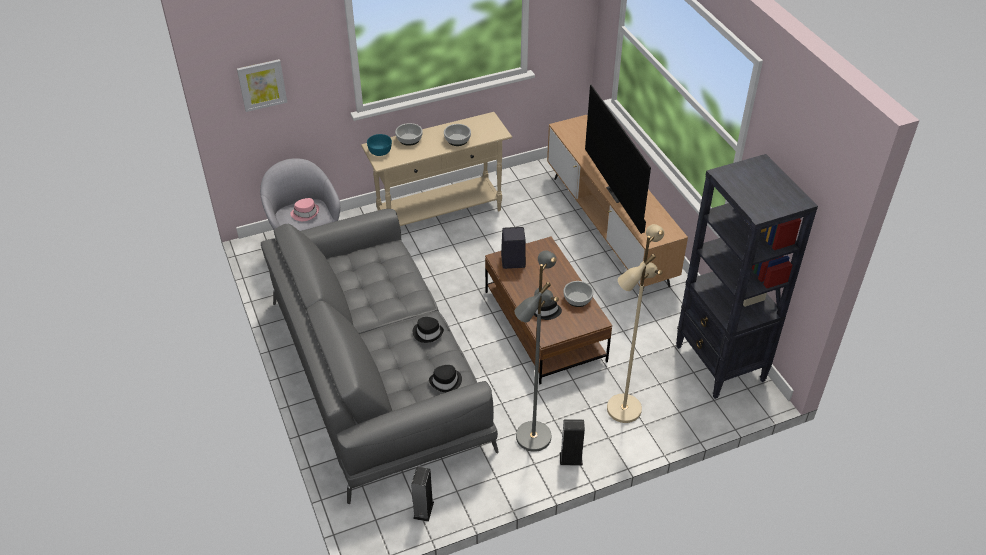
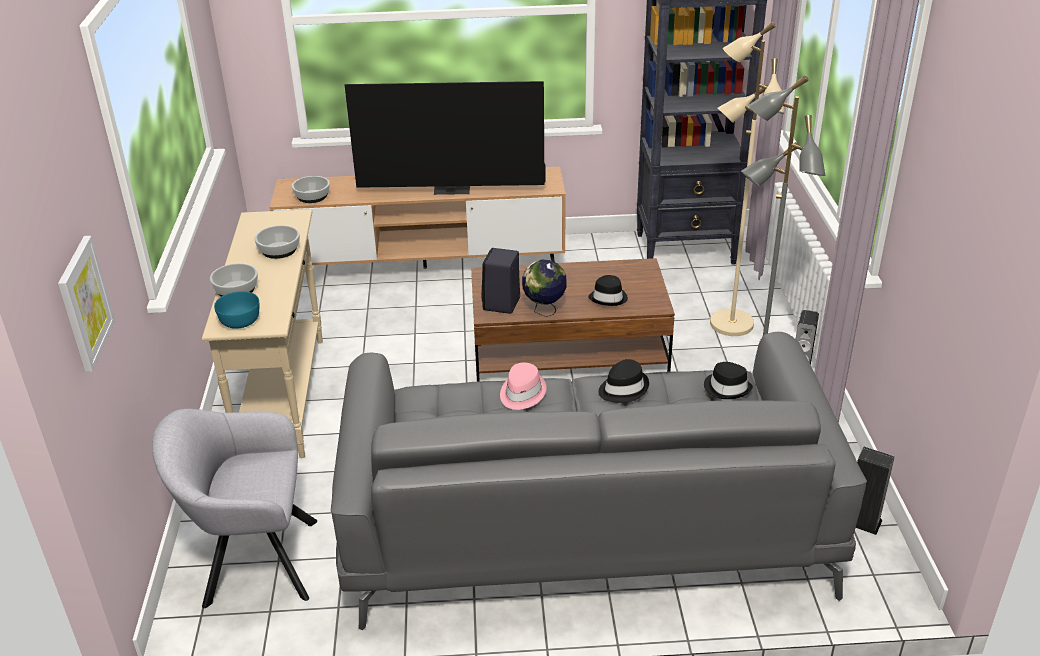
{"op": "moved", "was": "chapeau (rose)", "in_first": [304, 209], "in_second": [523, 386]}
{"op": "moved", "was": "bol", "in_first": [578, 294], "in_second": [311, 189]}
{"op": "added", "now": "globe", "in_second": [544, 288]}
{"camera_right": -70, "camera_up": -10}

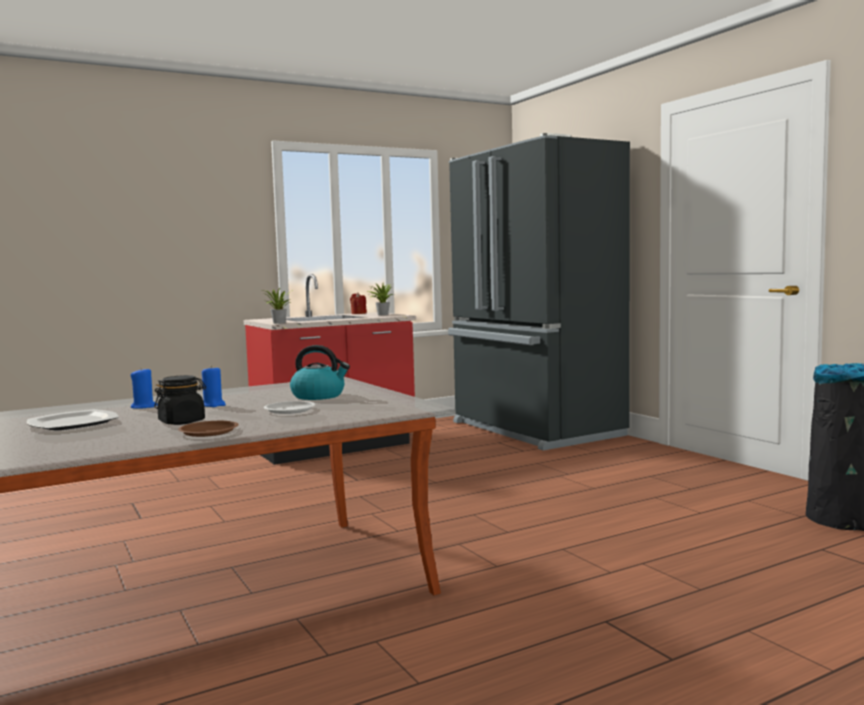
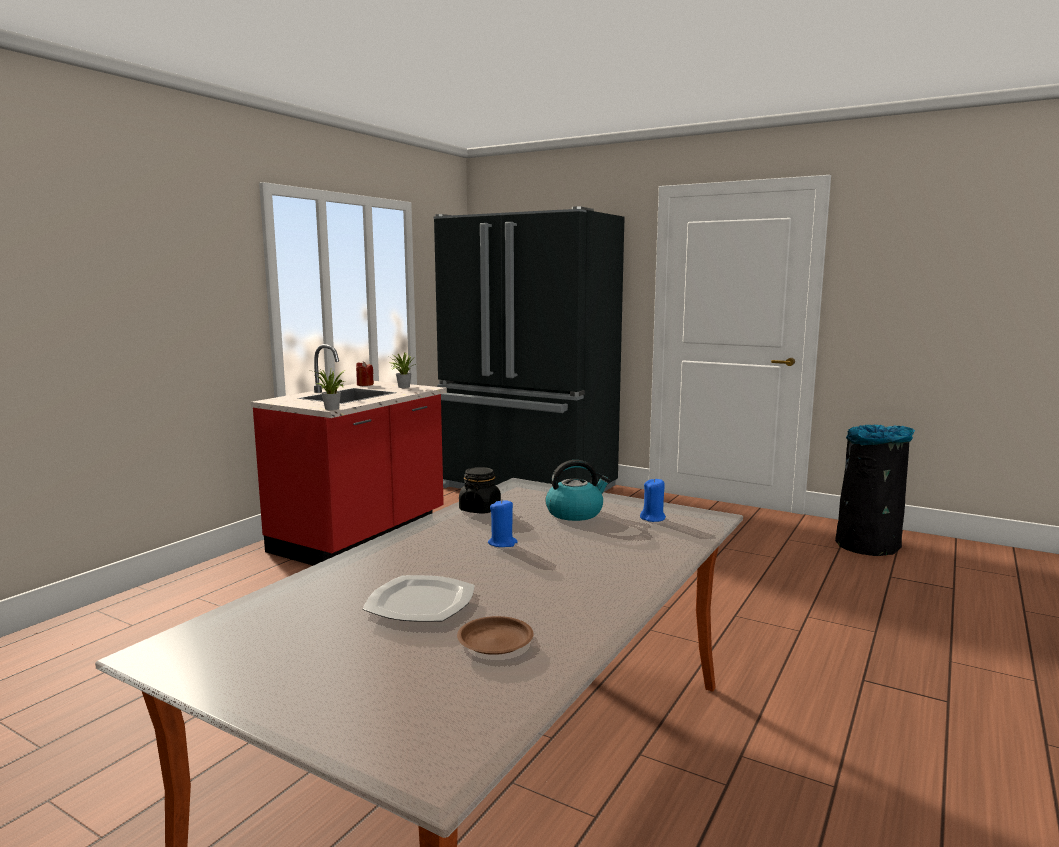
{"op": "moved", "was": "bougie (bleu)", "in_first": [144, 388], "in_second": [653, 500]}
{"op": "moved", "was": "bocal (noir)", "in_first": [180, 400], "in_second": [480, 490]}
{"op": "moved", "was": "assiette (marron)", "in_first": [208, 429], "in_second": [495, 635]}
{"op": "removed", "was": "assiette (blanc)", "in_first": [290, 407]}
{"camera_right": -30, "camera_up": 5}

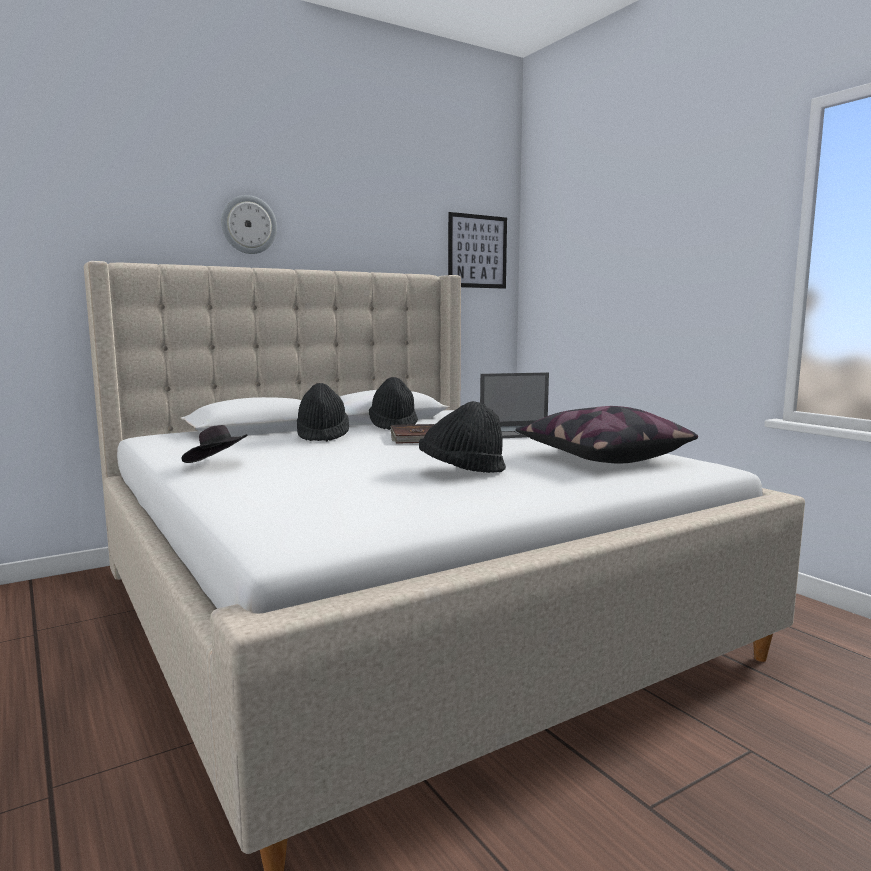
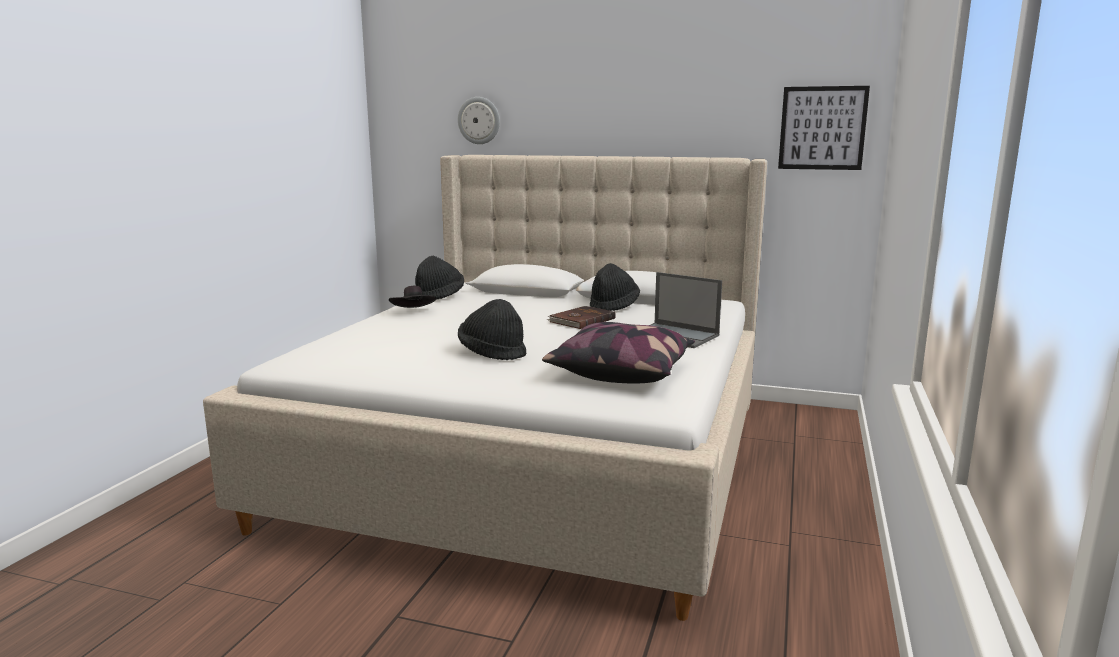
{"op": "moved", "was": "horloge murale", "in_first": [249, 224], "in_second": [479, 120]}
{"op": "moved", "was": "chapeau (noir)", "in_first": [323, 412], "in_second": [439, 277]}
{"camera_right": 50, "camera_up": 5}

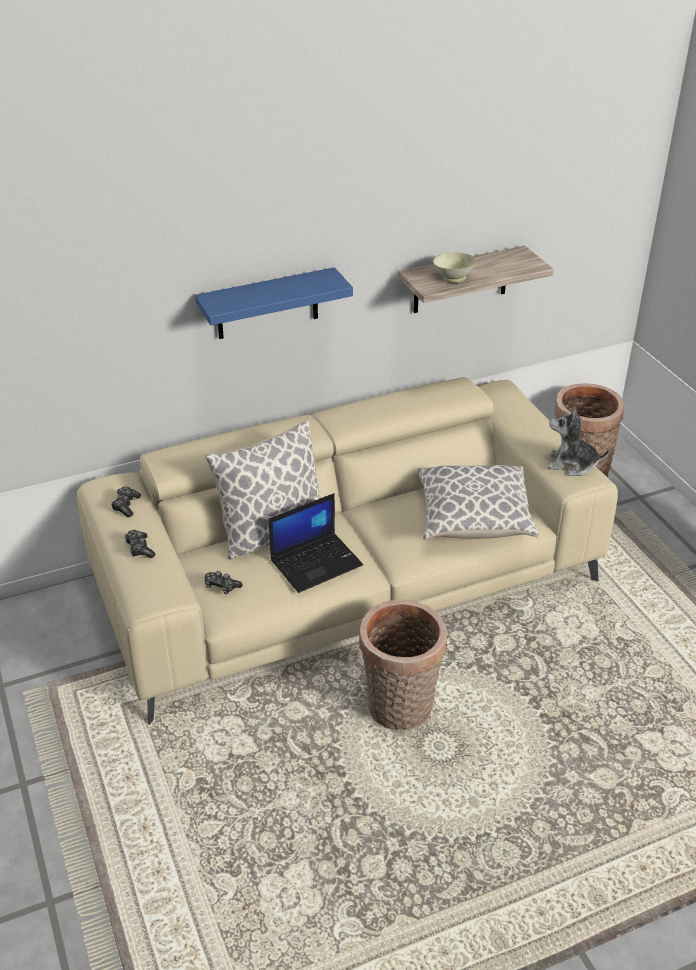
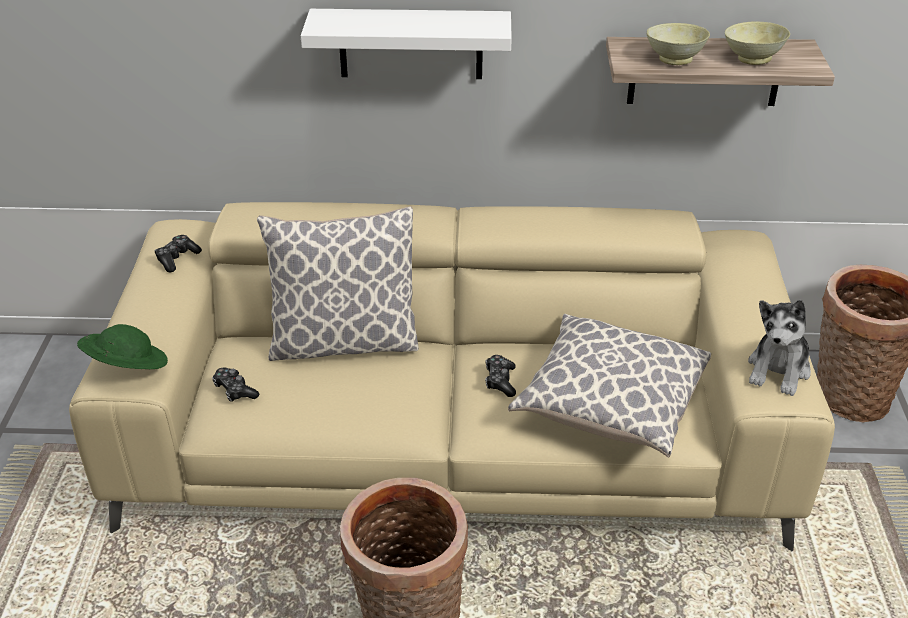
{"op": "moved", "was": "manette", "in_first": [139, 544], "in_second": [500, 376]}
{"op": "recoloured", "was": "étagère (bleu)", "now": "étagère (blanc)", "in_first": [274, 303], "in_second": [406, 44]}
{"op": "removed", "was": "ordinateur portable", "in_first": [316, 543]}
{"op": "turned", "was": "peluche", "in_first": [579, 441], "in_second": [779, 348], "clockwise": -105}
{"op": "added", "now": "chapeau (vert)", "in_second": [122, 346]}
{"op": "added", "now": "bol (beige)", "in_second": [757, 43]}
{"camera_right": 25, "camera_up": 0}

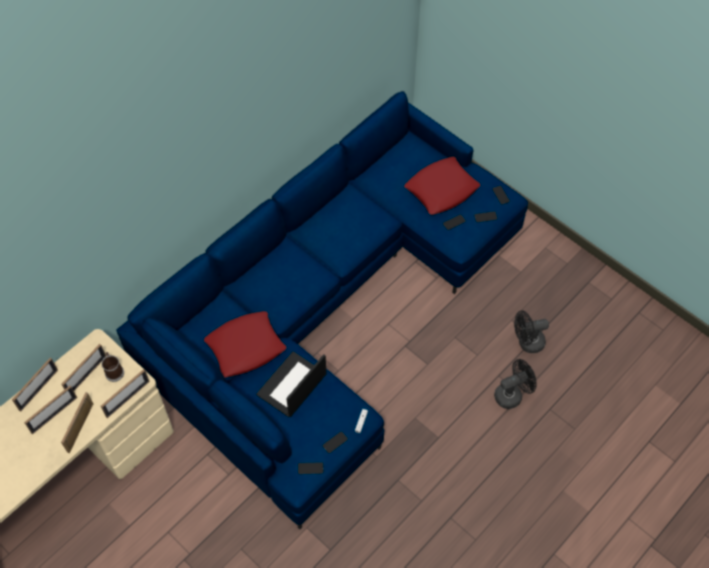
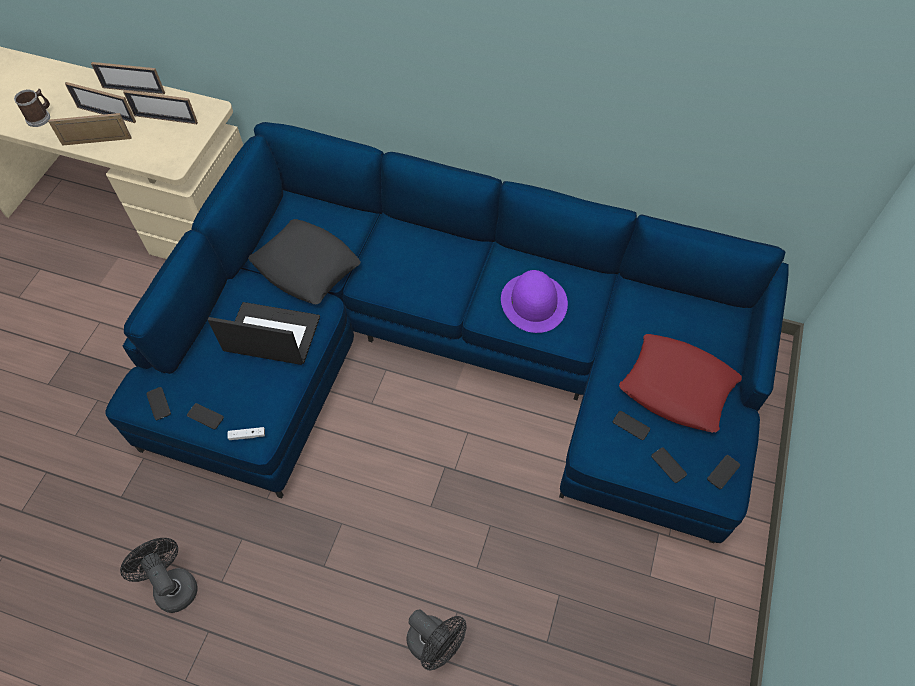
{"op": "removed", "was": "cadre photo", "in_first": [125, 393]}
{"op": "moved", "was": "mug", "in_first": [113, 367], "in_second": [32, 108]}
{"op": "recoloured", "was": "coussin (rouge)", "now": "coussin (noir)", "in_first": [245, 344], "in_second": [304, 261]}
{"op": "moved", "was": "ventilateur (noir)", "in_first": [531, 332], "in_second": [159, 575]}
{"op": "added", "now": "chapeau (violet)", "in_second": [534, 301]}
{"camera_right": 65, "camera_up": 0}

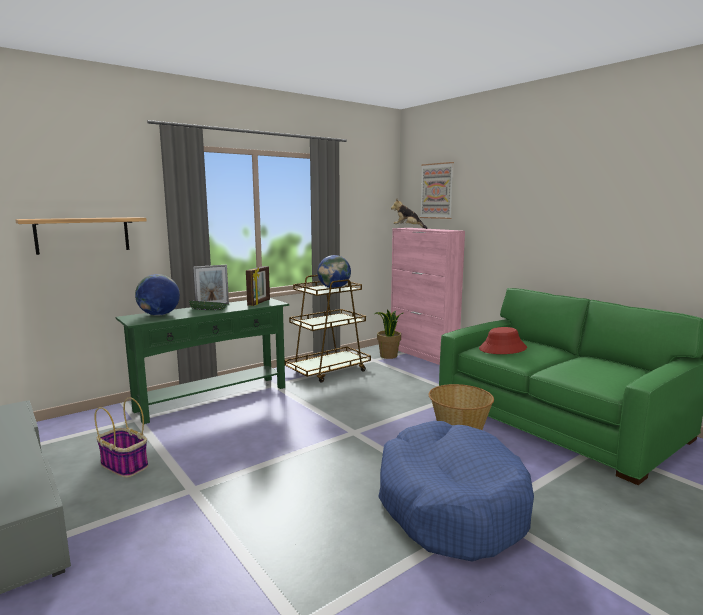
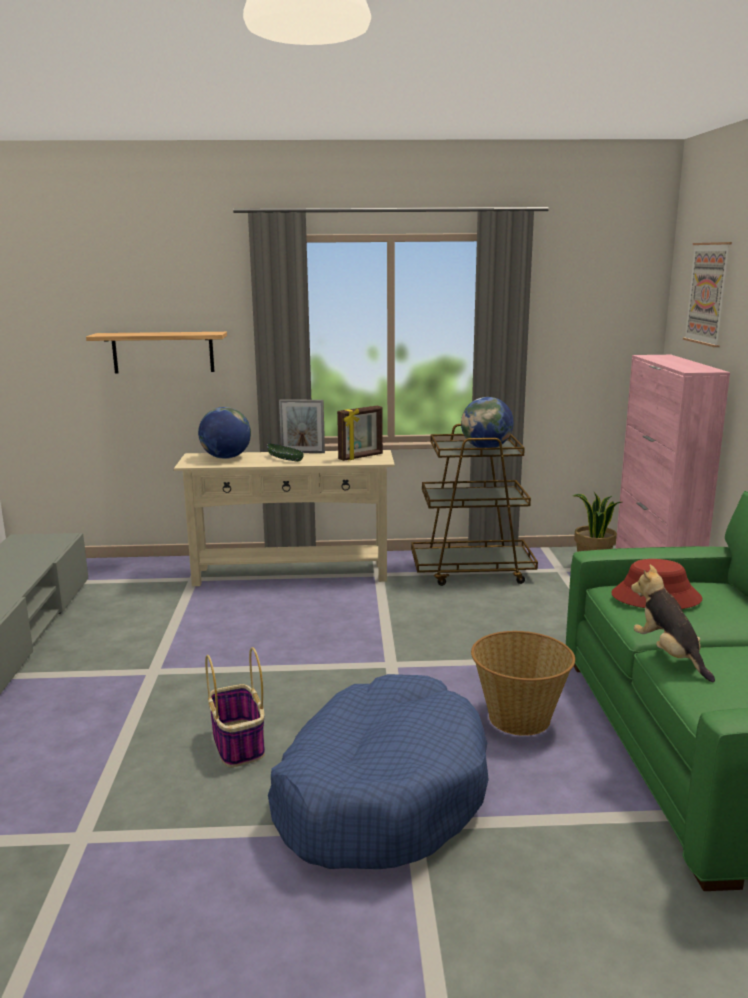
{"op": "moved", "was": "panier", "in_first": [121, 437], "in_second": [235, 707]}
{"op": "recoloured", "was": "table console (vert)", "now": "table console (beige)", "in_first": [202, 361], "in_second": [284, 518]}
{"op": "moved", "was": "peluche", "in_first": [409, 214], "in_second": [673, 623]}
{"camera_right": 35, "camera_up": 5}

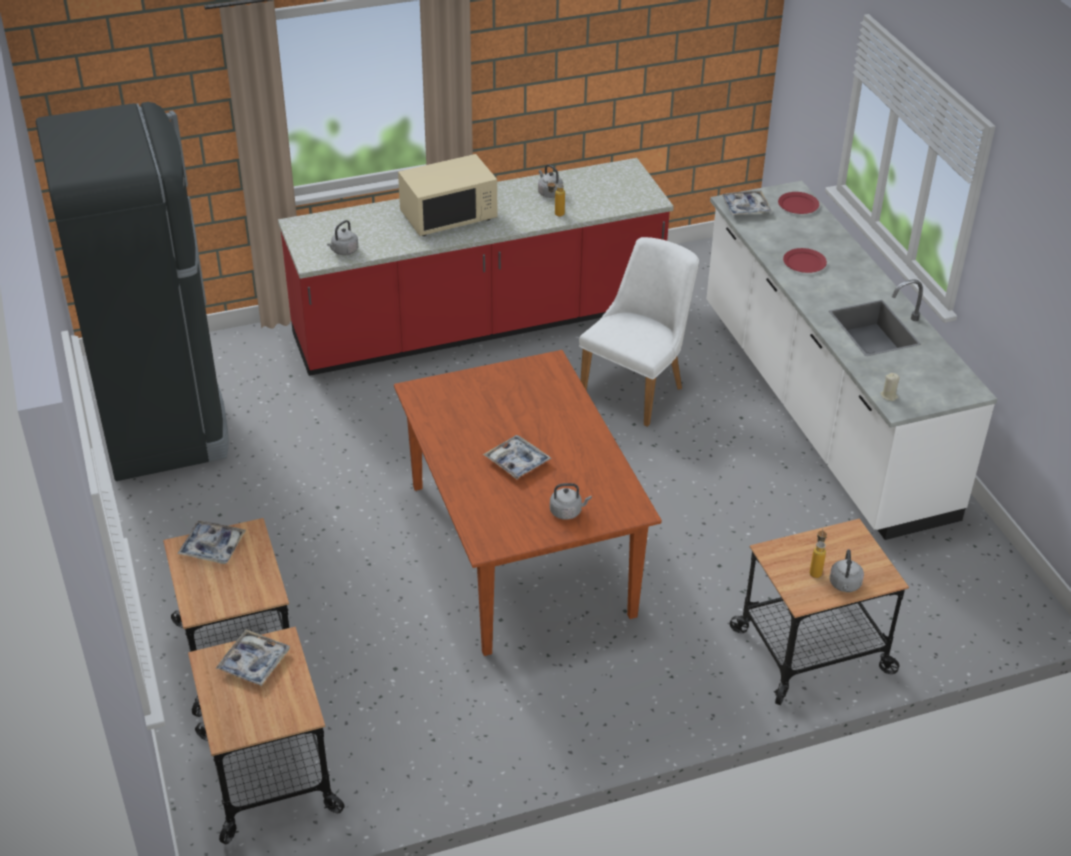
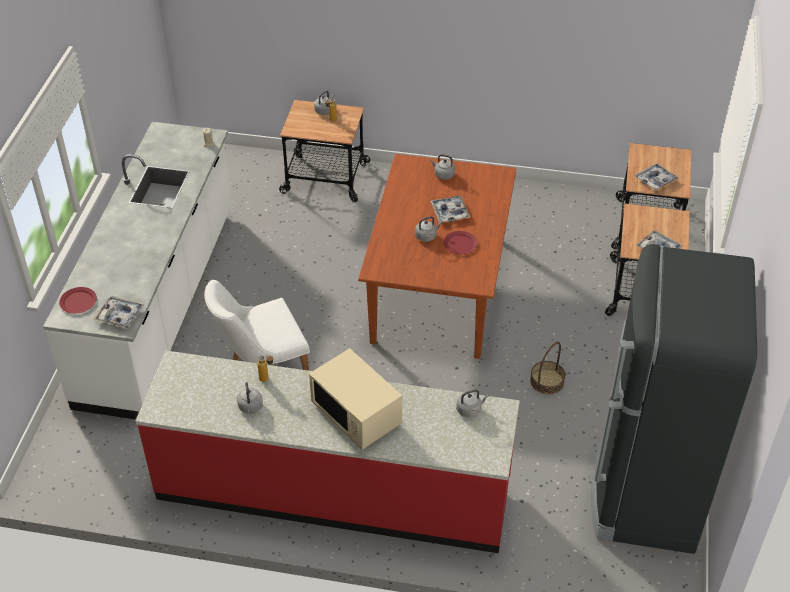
{"op": "turned", "was": "micro-ondes (beige)", "in_first": [447, 195], "in_second": [355, 399], "clockwise": -135}
{"op": "moved", "was": "assiette (rouge)", "in_first": [805, 260], "in_second": [460, 243]}
{"op": "added", "now": "bouilloire (gris)", "in_second": [428, 229]}
{"op": "added", "now": "panier", "in_second": [547, 368]}
{"camera_right": -150, "camera_up": 5}

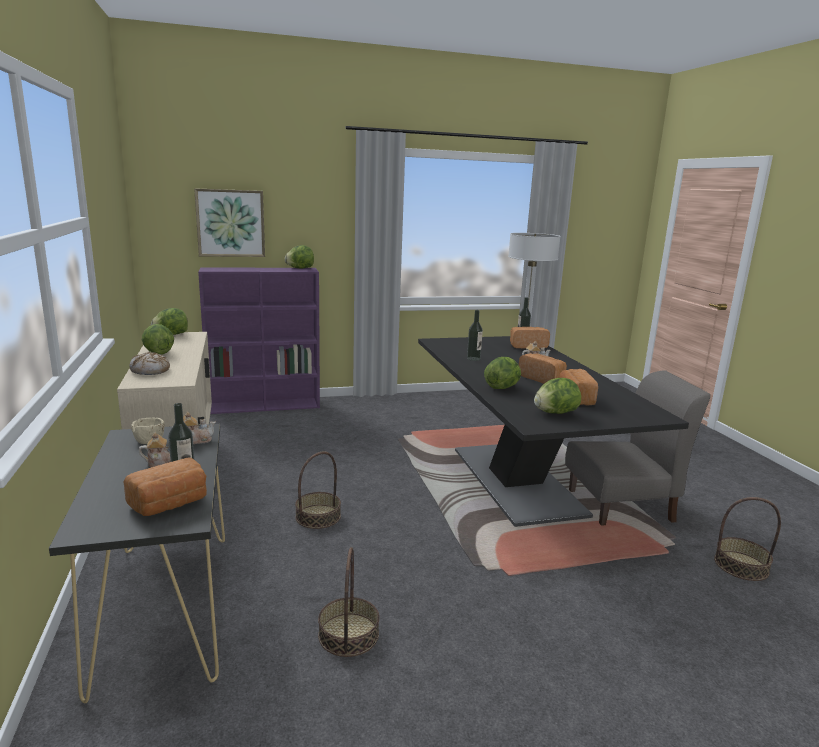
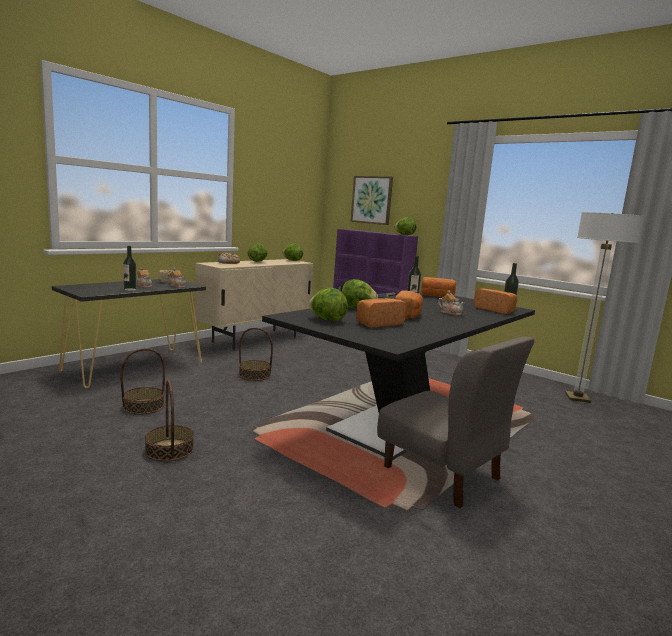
{"op": "moved", "was": "pain", "in_first": [165, 487], "in_second": [438, 287]}
{"op": "moved", "was": "panier", "in_first": [747, 539], "in_second": [169, 421]}
{"camera_right": 55, "camera_up": -5}

